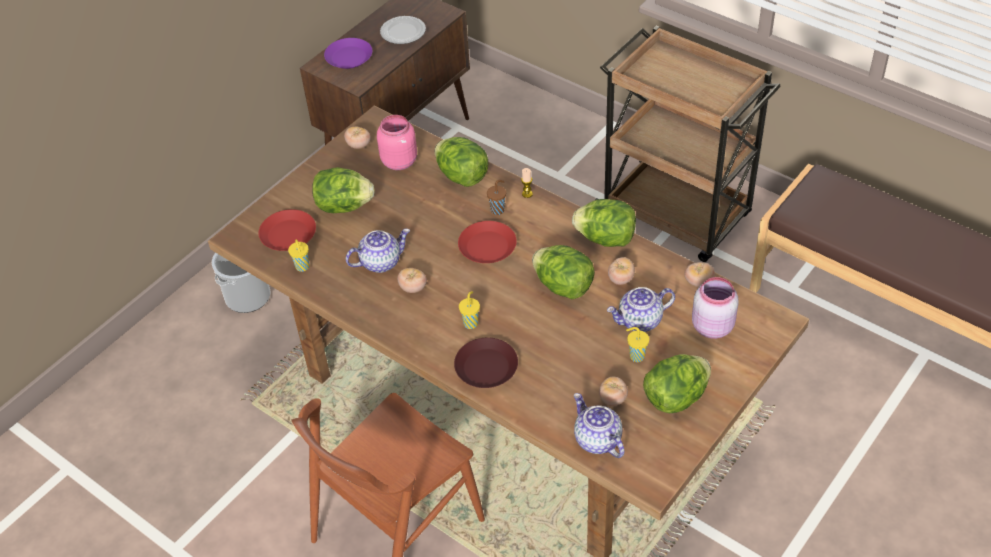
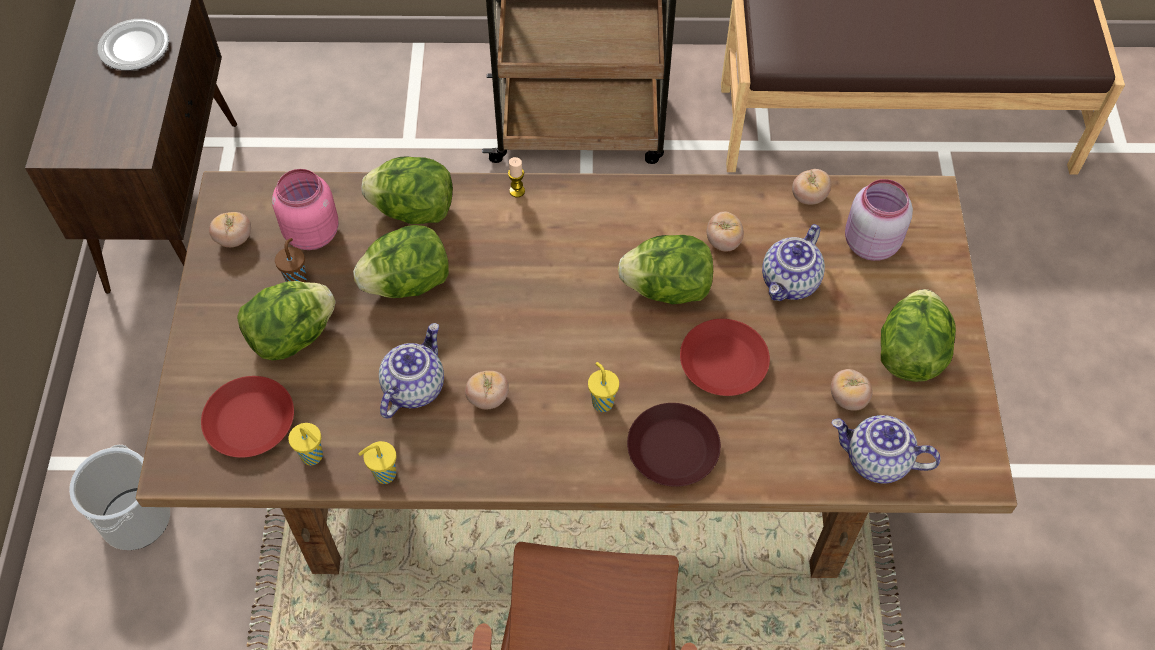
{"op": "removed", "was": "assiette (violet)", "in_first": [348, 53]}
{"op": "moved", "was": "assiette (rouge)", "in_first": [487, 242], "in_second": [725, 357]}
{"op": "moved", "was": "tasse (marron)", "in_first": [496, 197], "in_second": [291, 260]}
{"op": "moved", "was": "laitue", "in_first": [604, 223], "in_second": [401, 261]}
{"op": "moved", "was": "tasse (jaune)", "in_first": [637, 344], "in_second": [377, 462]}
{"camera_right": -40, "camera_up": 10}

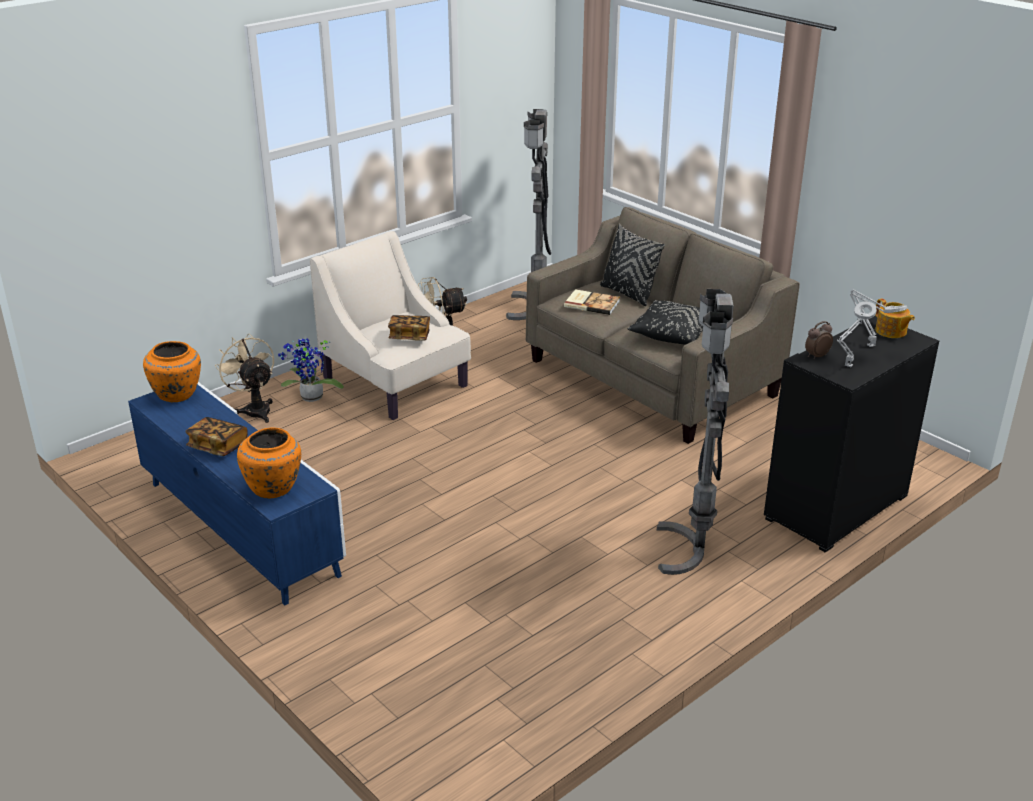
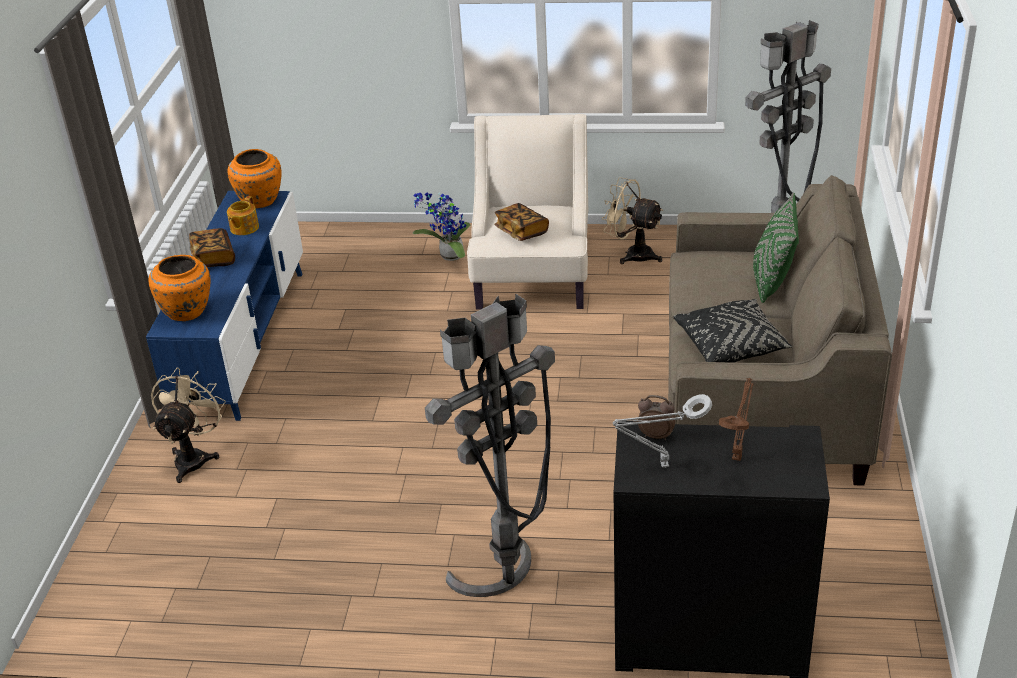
{"op": "moved", "was": "ventilateur (beige)", "in_first": [244, 378], "in_second": [188, 425]}
{"op": "removed", "was": "livre", "in_first": [592, 302]}
{"op": "recoloured", "was": "coussin (noir)", "now": "coussin (vert)", "in_first": [632, 265], "in_second": [776, 248]}
{"op": "recoloured", "was": "lampe de table (gris)", "now": "lampe de table (marron)", "in_first": [878, 318], "in_second": [736, 419]}
{"op": "moved", "was": "théière", "in_first": [895, 318], "in_second": [243, 215]}
{"camera_right": 50, "camera_up": 5}

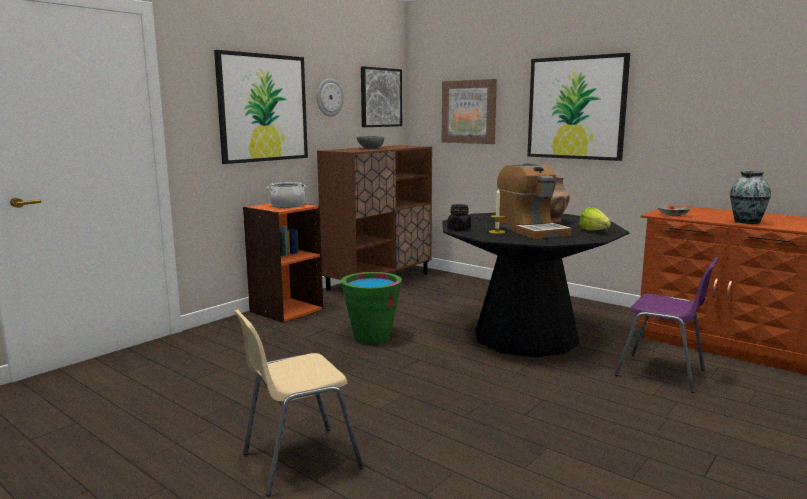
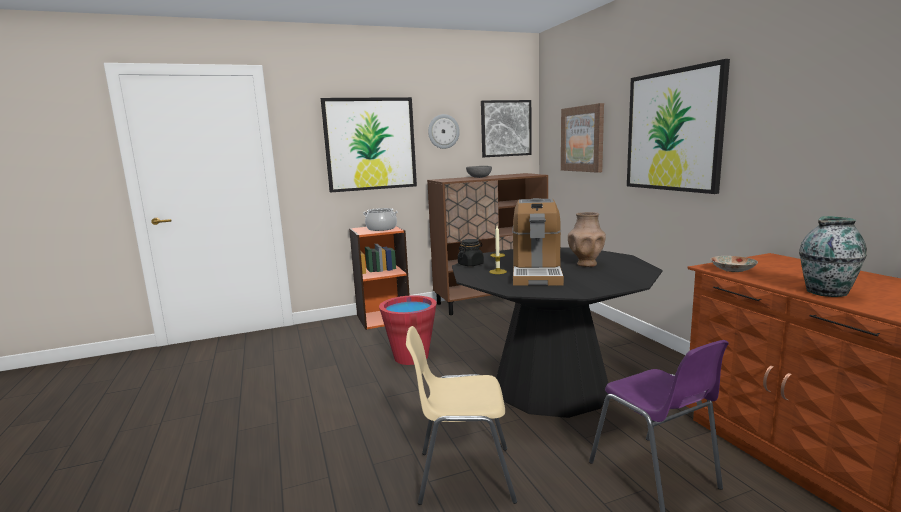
{"op": "moved", "was": "chaise (beige)", "in_first": [298, 402], "in_second": [461, 415]}
{"op": "recoloured", "was": "seau (vert)", "now": "seau (rouge)", "in_first": [371, 308], "in_second": [408, 330]}
{"op": "removed", "was": "laitue", "in_first": [595, 219]}
{"camera_right": 30, "camera_up": 0}

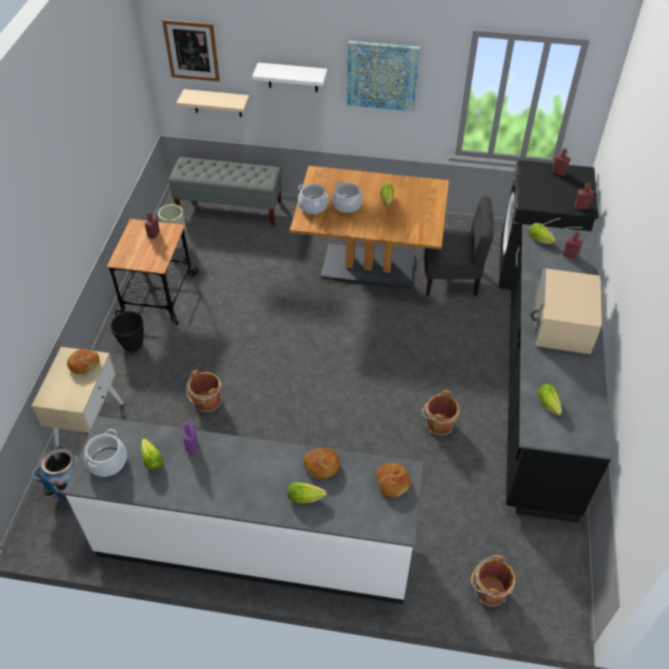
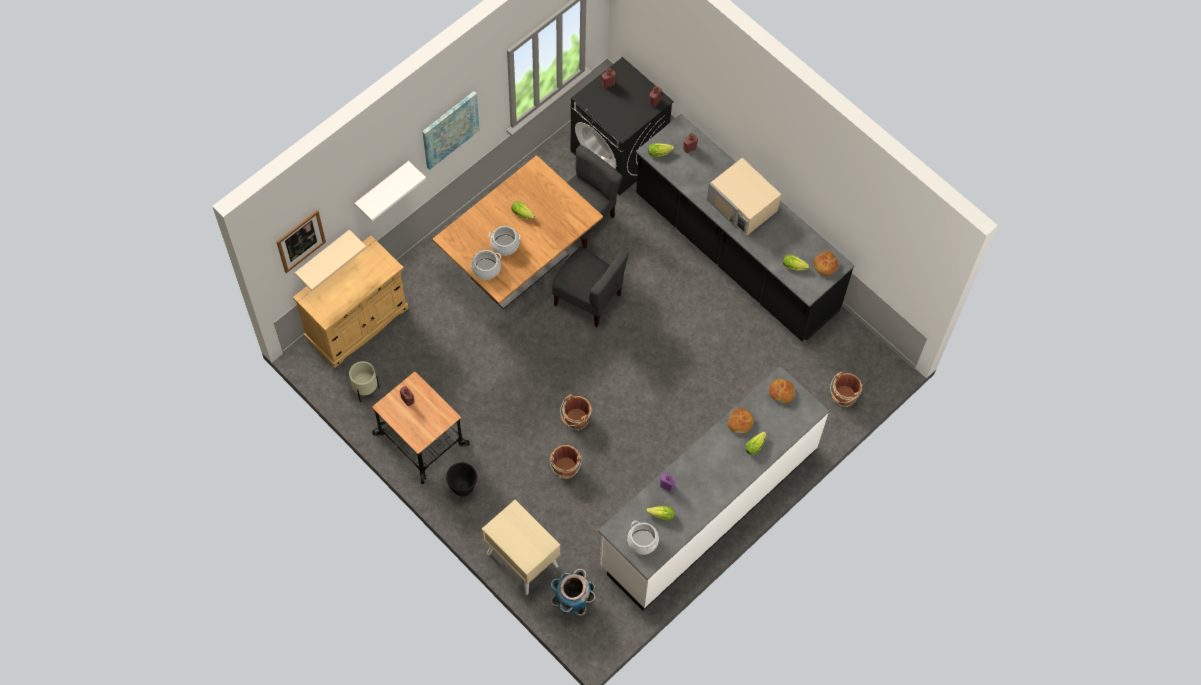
{"op": "moved", "was": "pain", "in_first": [83, 361], "in_second": [826, 263]}
{"op": "replaced", "was": "banc (gris)", "now": "meuble de rangement (beige)", "in_first": [225, 191], "in_second": [350, 302]}
{"op": "moved", "was": "seau (marron)", "in_first": [440, 413], "in_second": [576, 412]}
{"op": "added", "now": "chaise (gris)", "in_second": [590, 287]}
{"camera_right": -55, "camera_up": 15}

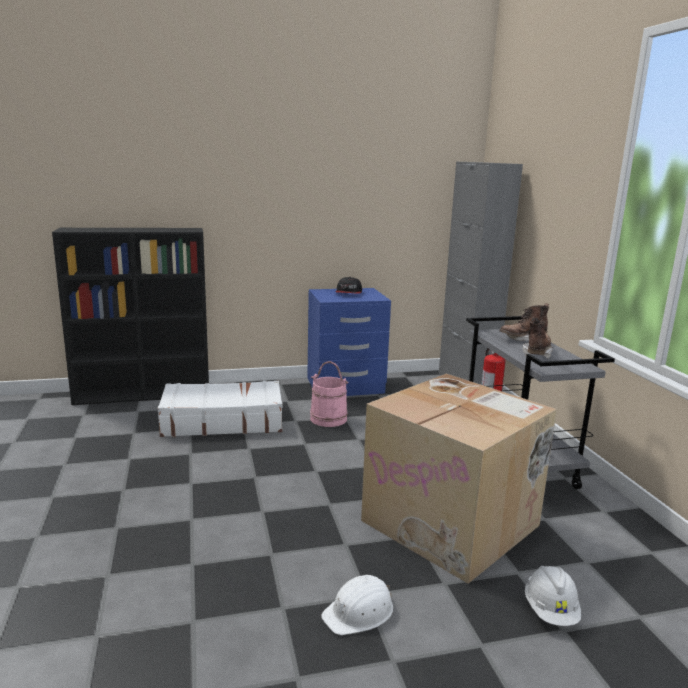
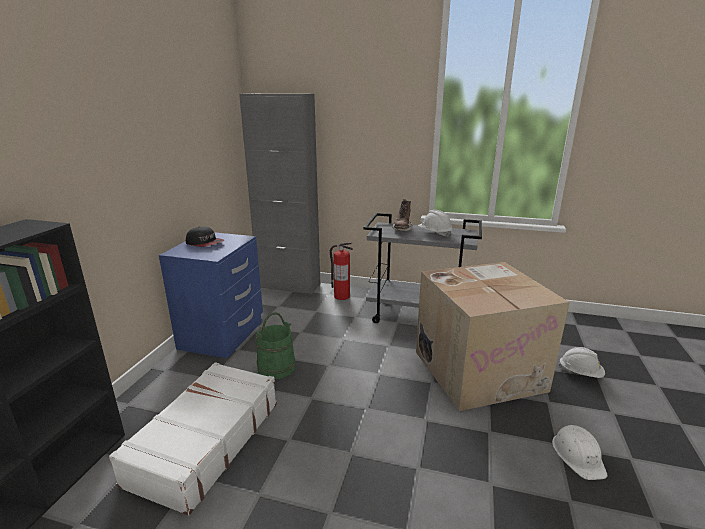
{"op": "recoloured", "was": "seau (rose)", "now": "seau (vert)", "in_first": [329, 394], "in_second": [275, 345]}
{"op": "replaced", "was": "botte (marron)", "now": "casque de chantier (blanc)", "in_first": [538, 338], "in_second": [435, 224]}
{"camera_right": -60, "camera_up": 5}

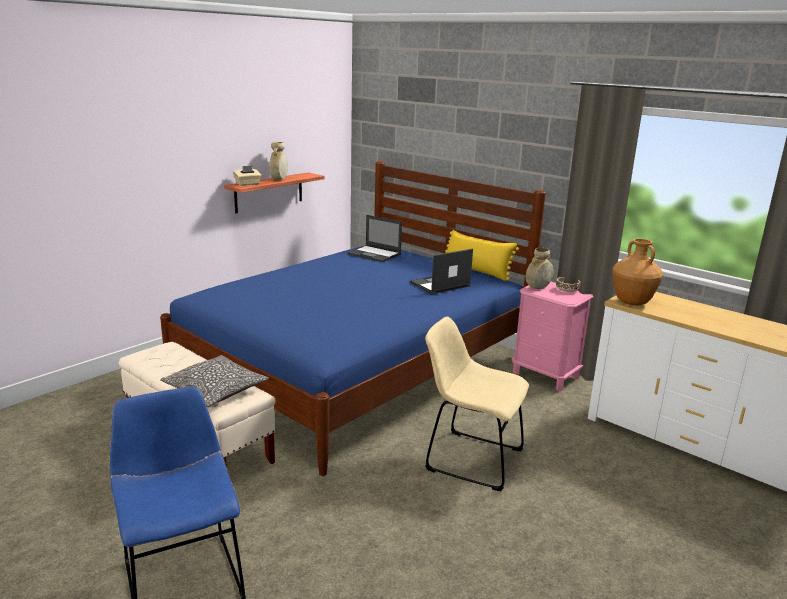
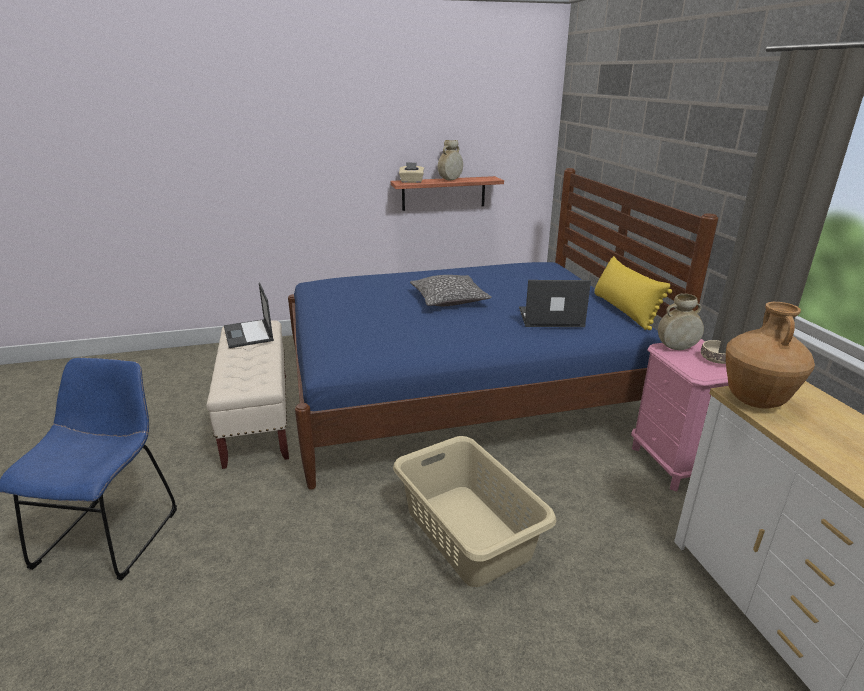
{"op": "moved", "was": "coussin", "in_first": [215, 381], "in_second": [451, 290]}
{"op": "moved", "was": "ordinateur portable", "in_first": [374, 238], "in_second": [249, 315]}
{"op": "replaced", "was": "chaise (beige)", "now": "panier à linge (beige)", "in_first": [477, 403], "in_second": [475, 511]}
{"camera_right": 35, "camera_up": 5}

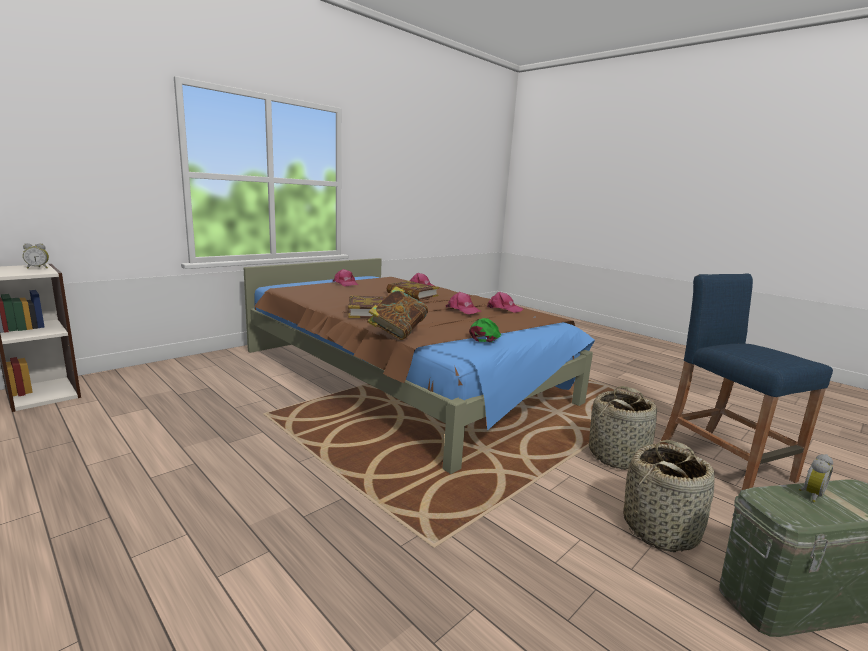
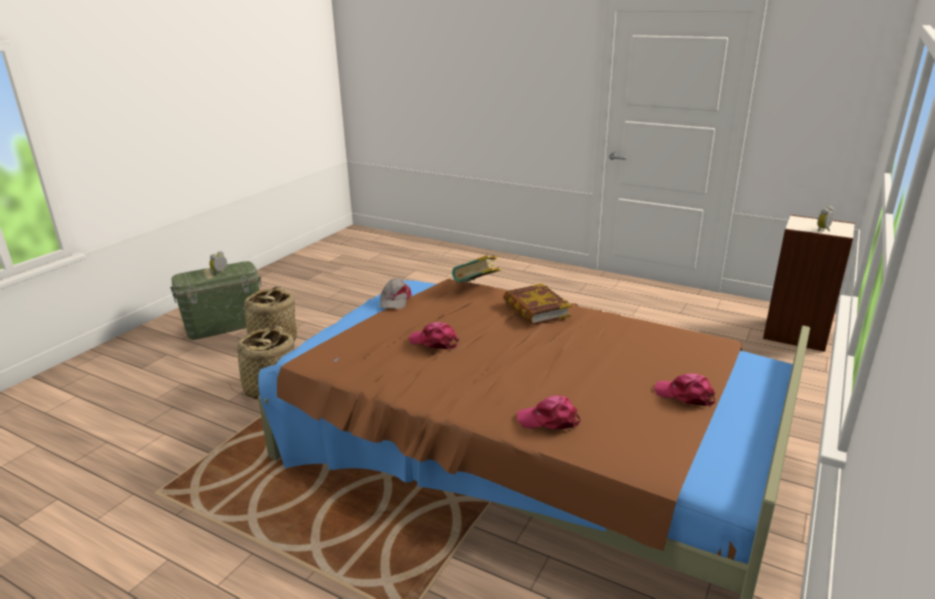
{"op": "removed", "was": "livre", "in_first": [413, 290]}
{"op": "recoloured", "was": "casquette (vert)", "now": "casquette (gris)", "in_first": [485, 330], "in_second": [396, 293]}
{"op": "removed", "was": "casquette (rose)", "in_first": [505, 302]}
{"op": "removed", "was": "tabouret (bleu)", "in_first": [746, 381]}
{"camera_right": 165, "camera_up": 10}

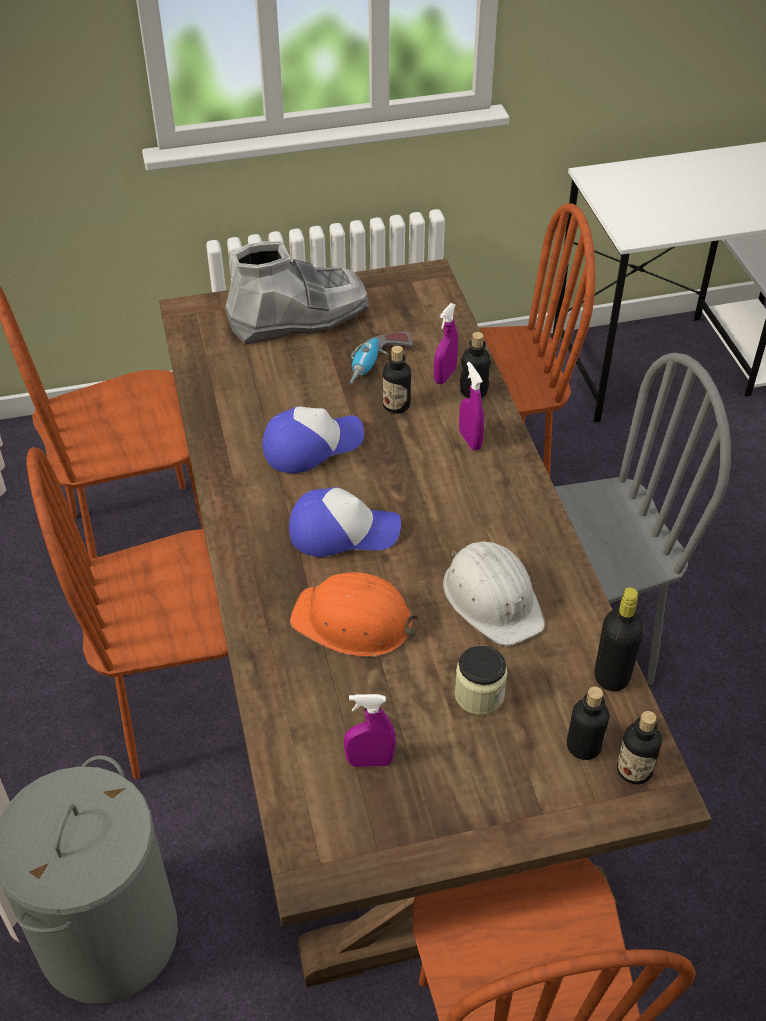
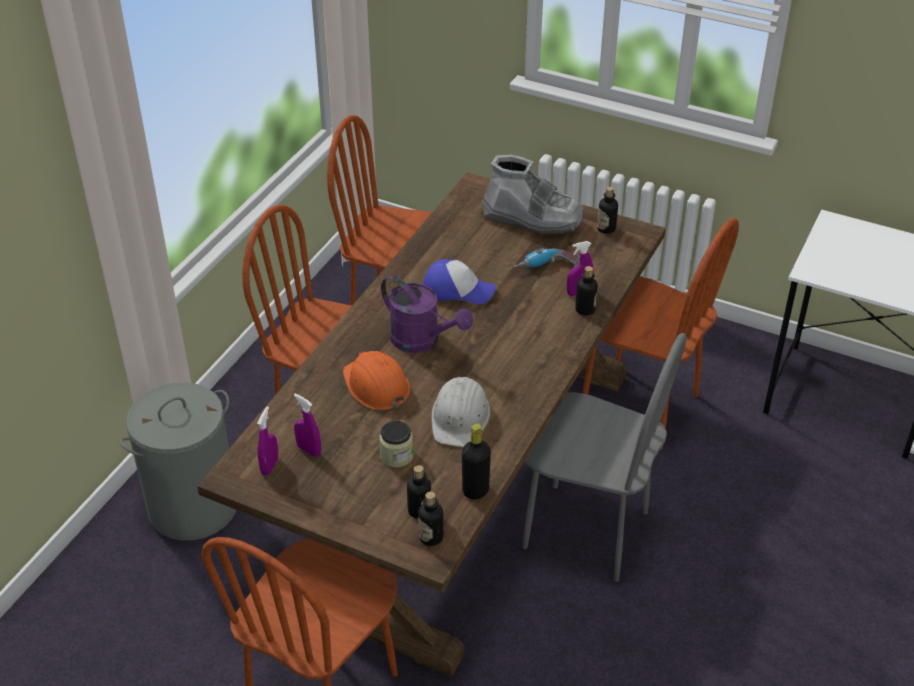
{"op": "replaced", "was": "casquette", "now": "arrosoir (violet)", "in_first": [345, 522], "in_second": [427, 314]}
{"op": "moved", "was": "bouteille", "in_first": [397, 380], "in_second": [607, 210]}
{"op": "moved", "was": "vaporisateur (violet)", "in_first": [471, 406], "in_second": [267, 441]}
{"camera_right": 40, "camera_up": -5}

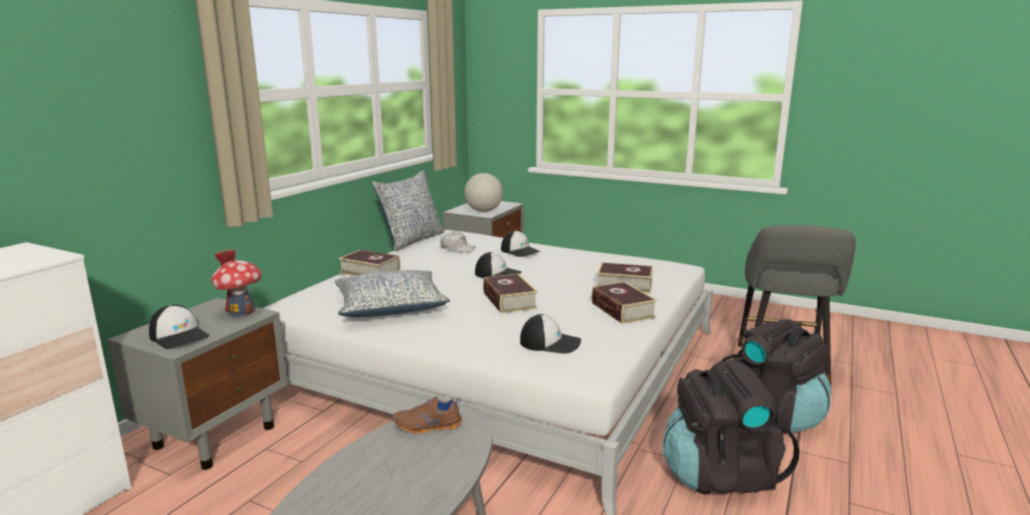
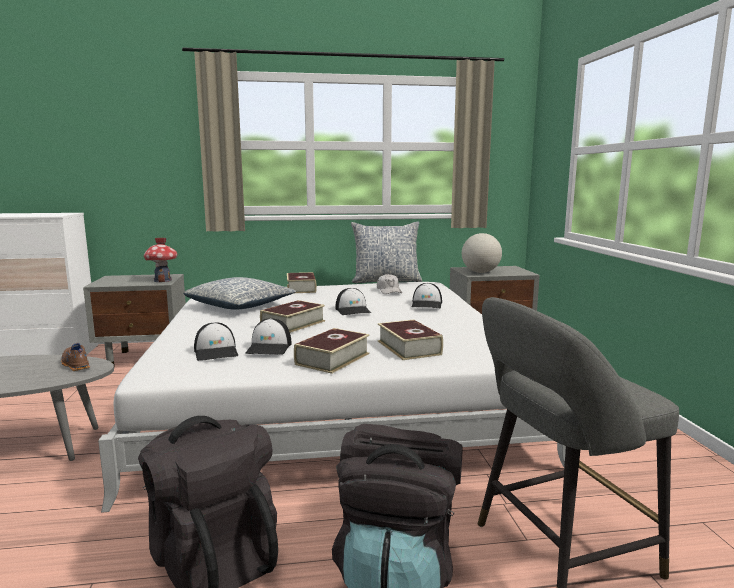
{"op": "moved", "was": "casquette", "in_first": [179, 327], "in_second": [268, 336]}
{"camera_right": 55, "camera_up": -5}

